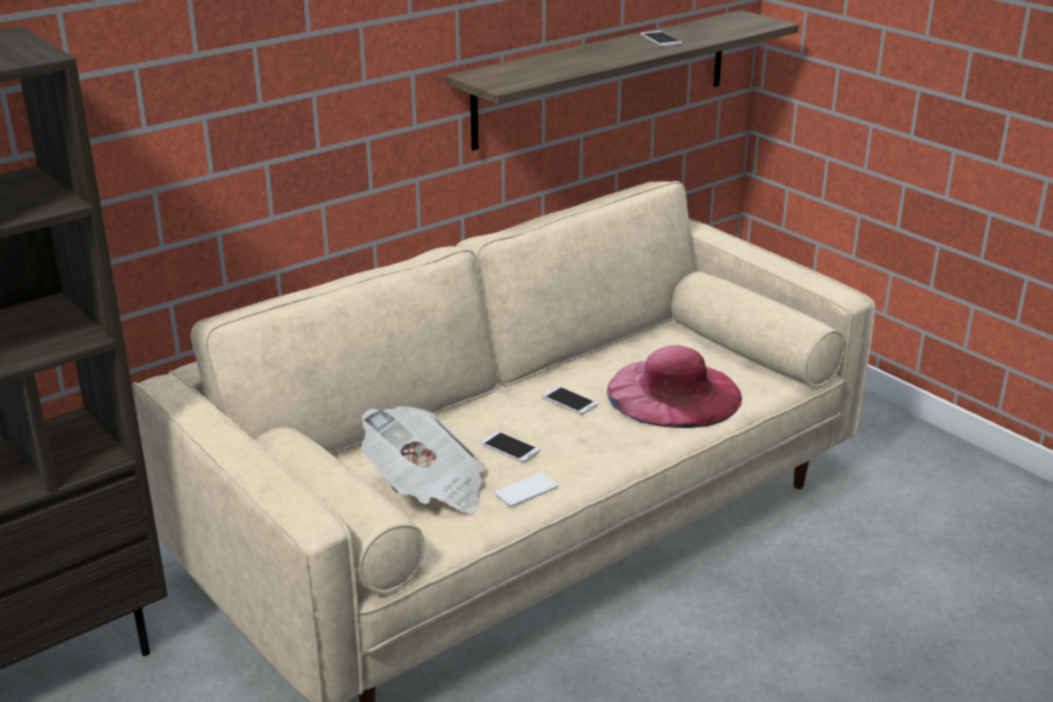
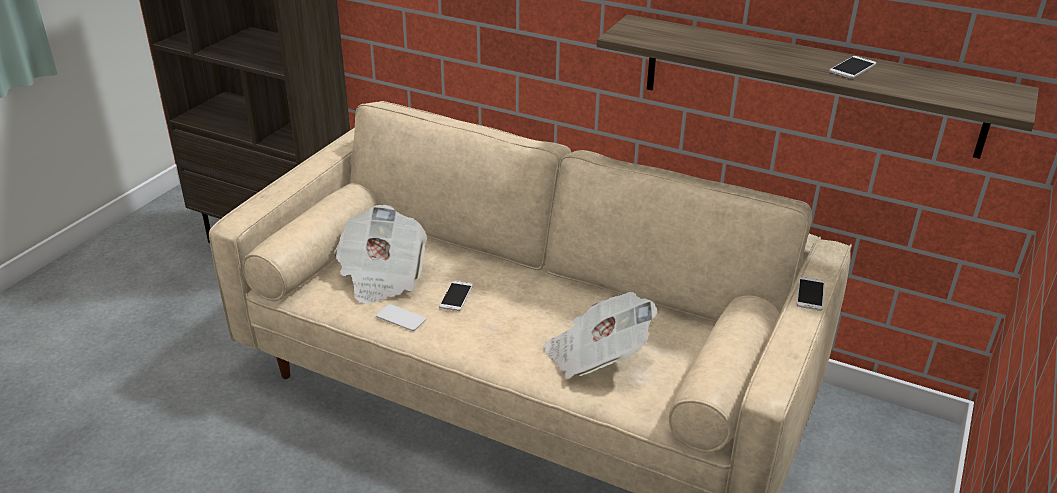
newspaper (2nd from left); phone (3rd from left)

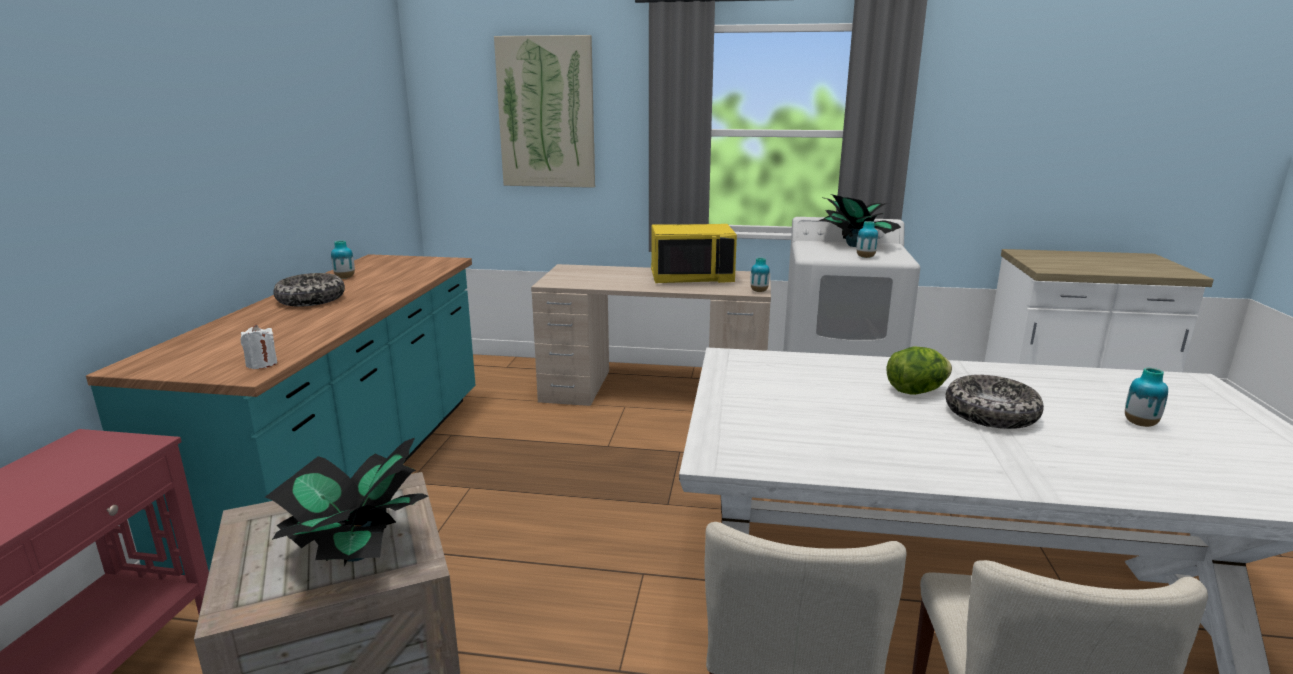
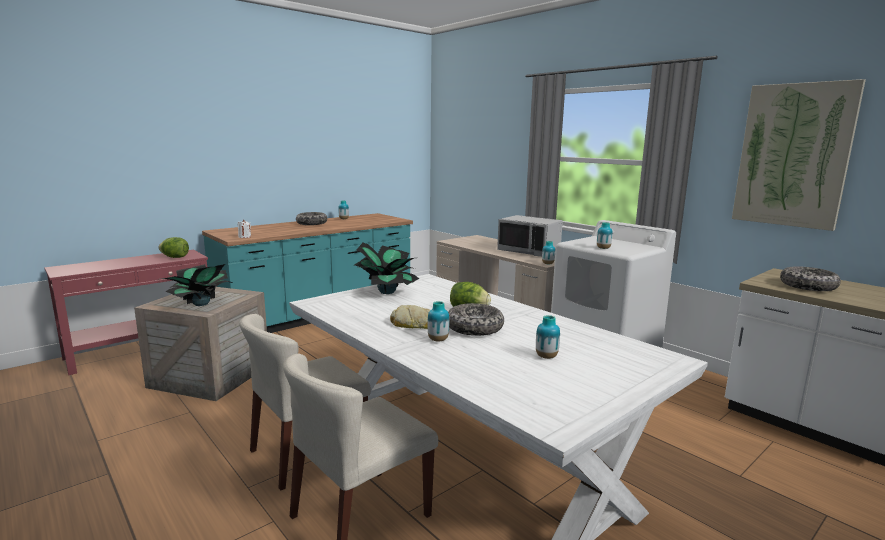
lettuce (1st from left); potted plant (2nd from left); bread; vase (2nd from left); grey microwave; picture; bowl (3rd from left)

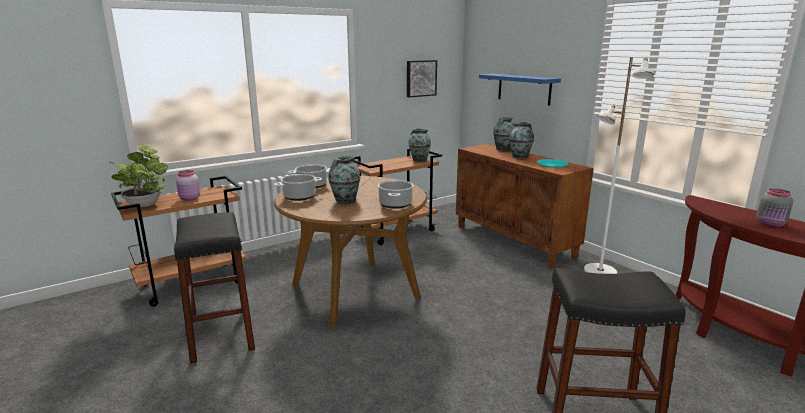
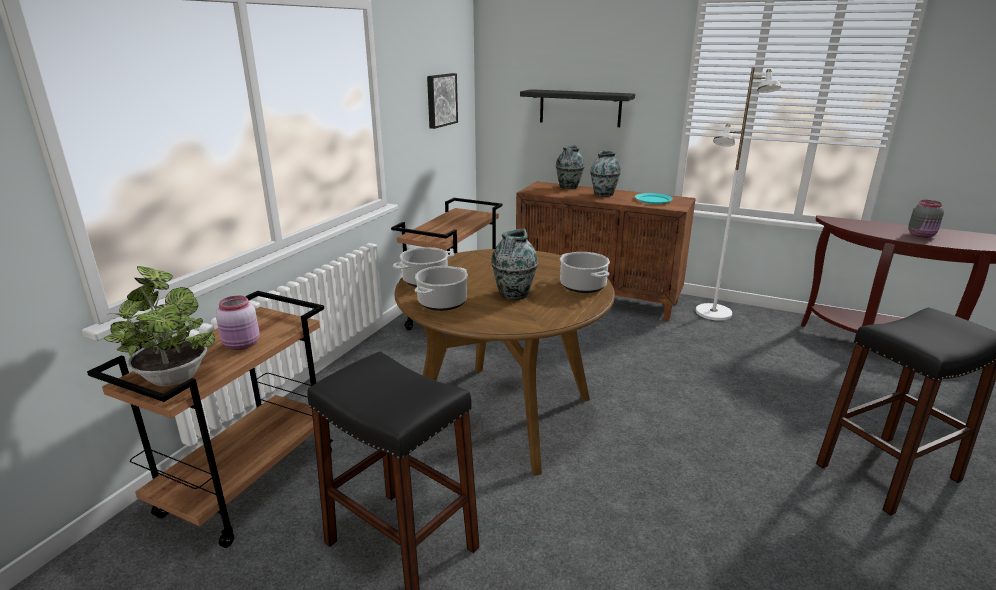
black shelf; vase (2nd from left in the first image)

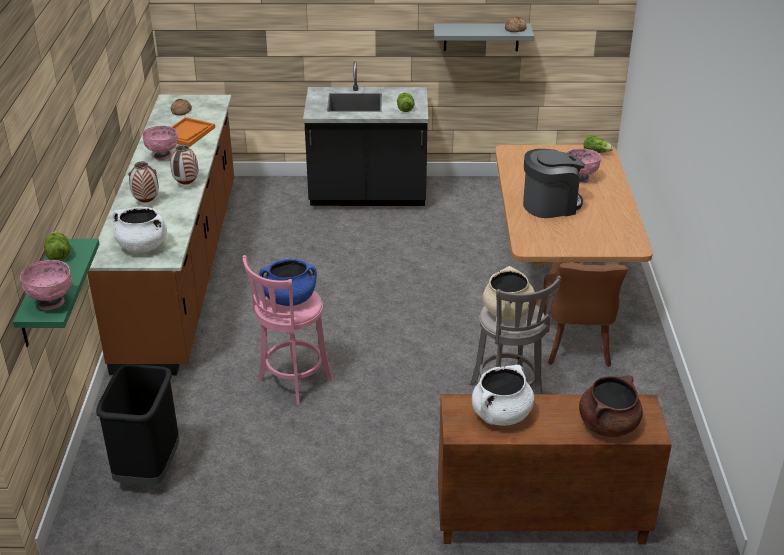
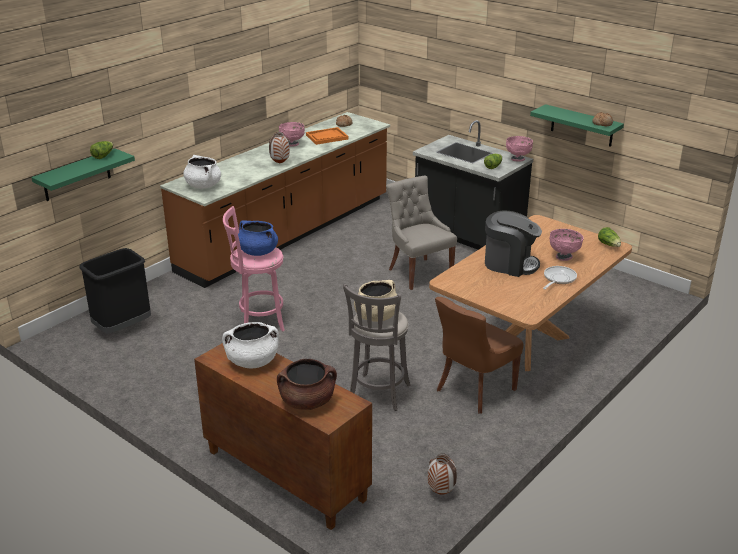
grey chair; vase (2nd from left); pink bowl (2nd from left); green shelf (2nd from left); frying pan

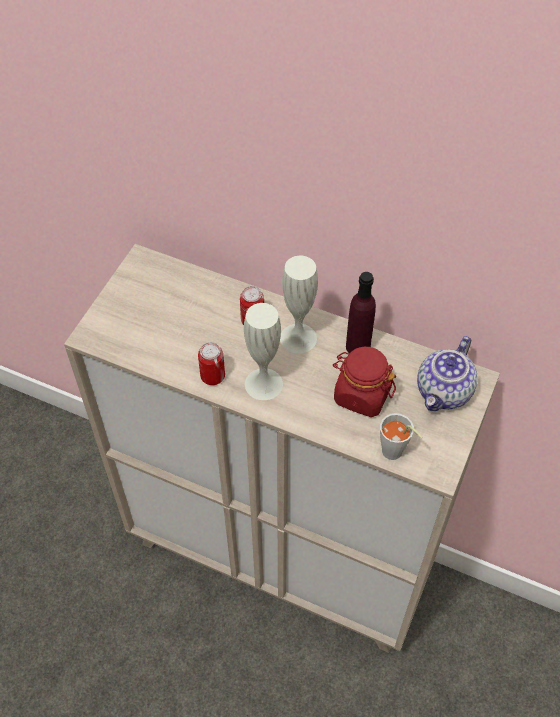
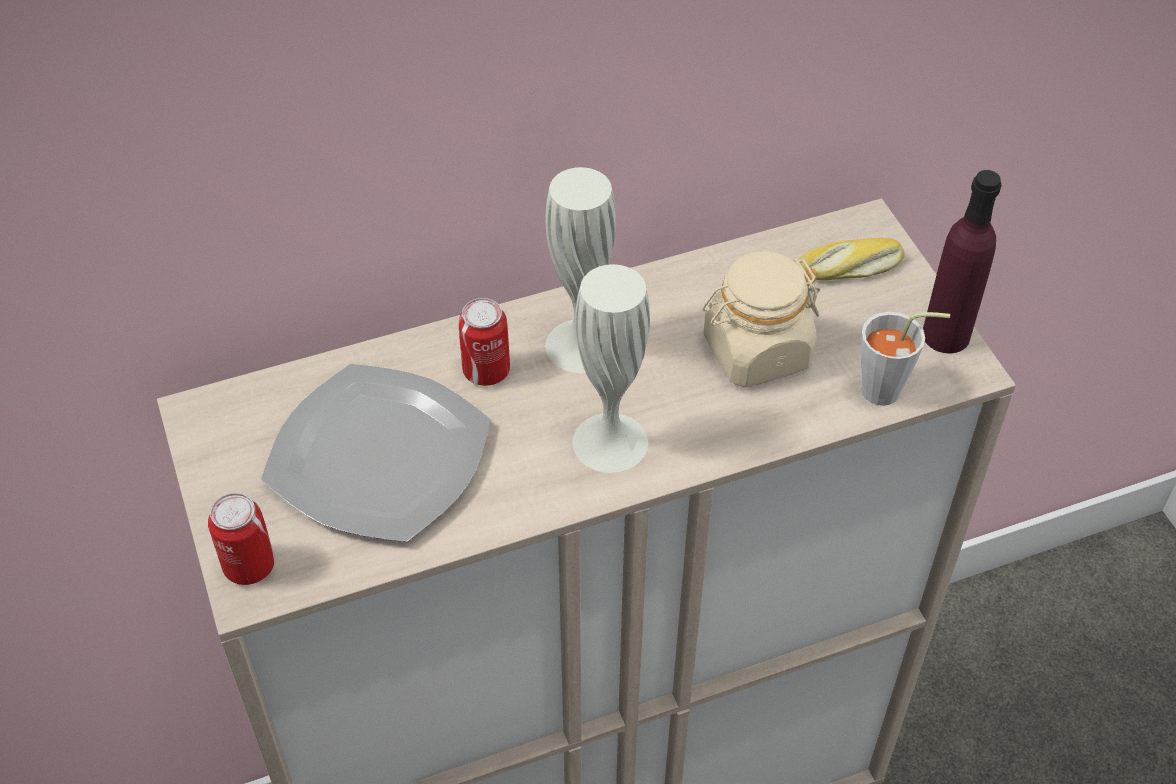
can (1st from left); plate; beige jar; bread; purple bottle

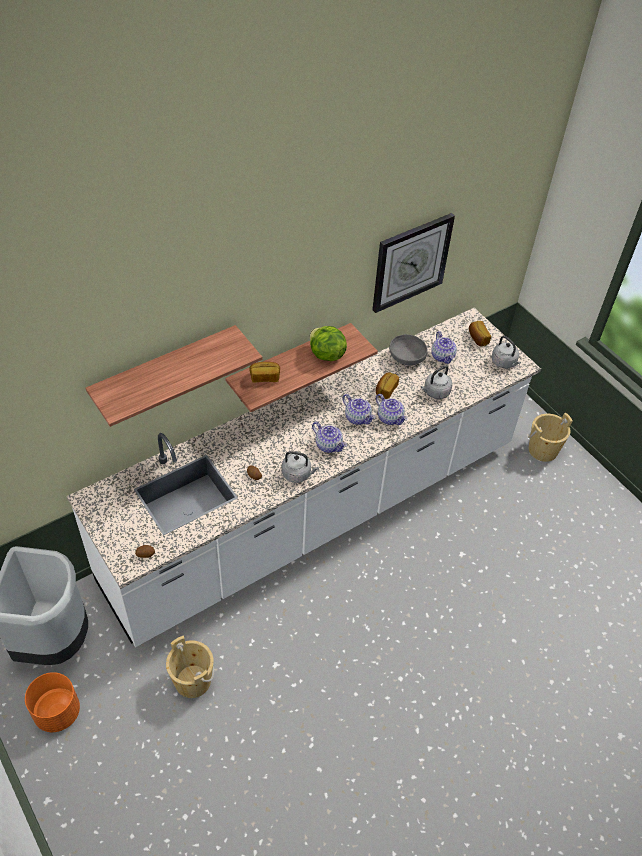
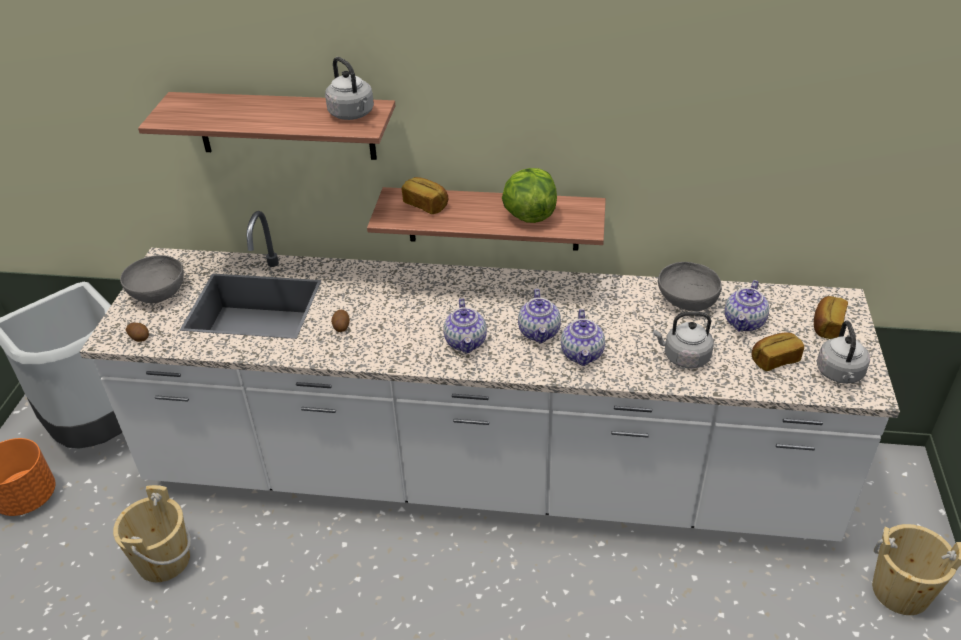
grey bowl (1st from left); grey kettle (1st from left); bread (2nd from left); wall clock

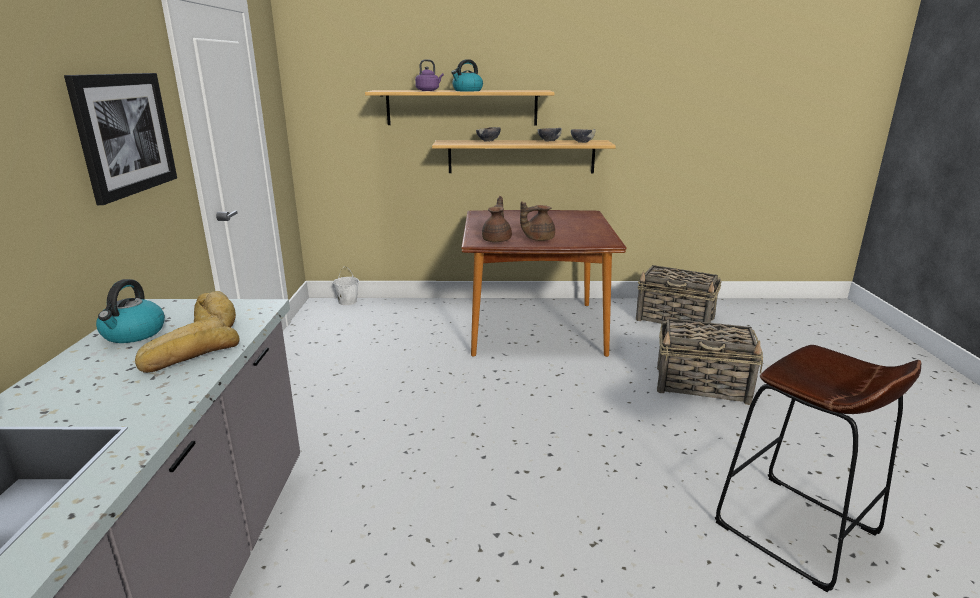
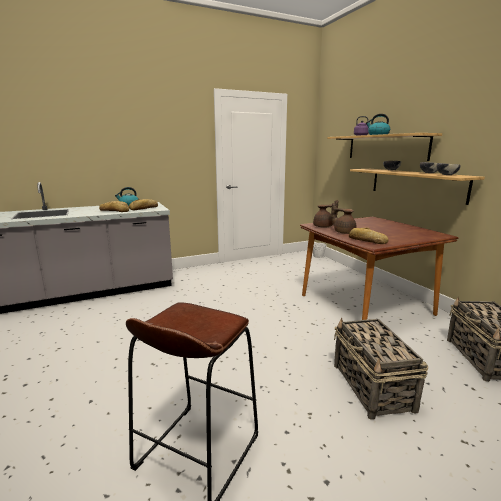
bread (3rd from left); picture

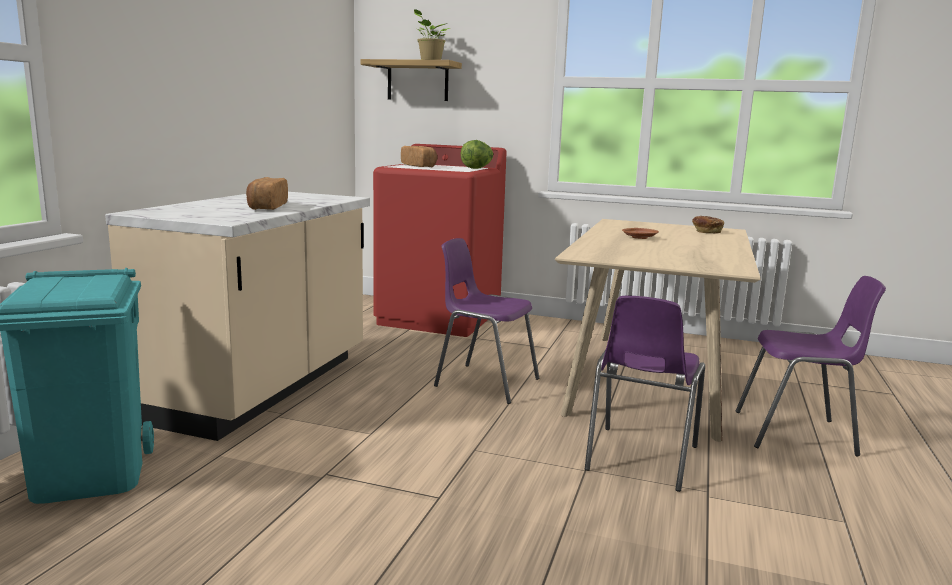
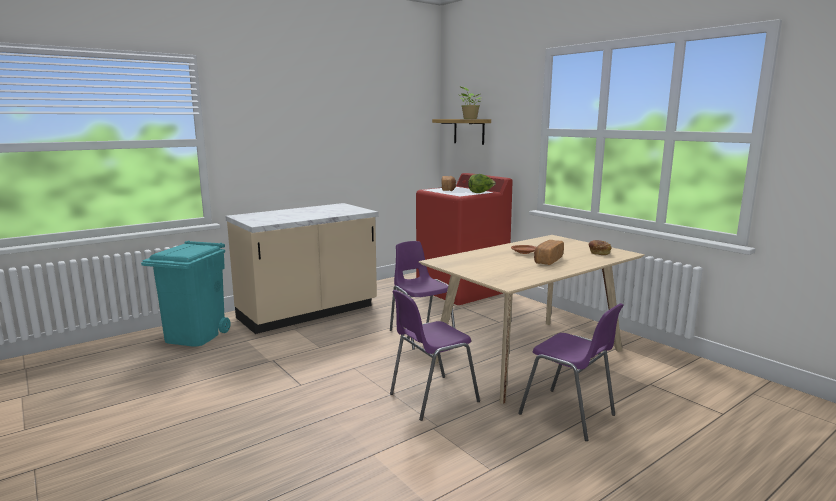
bread (2nd from left)

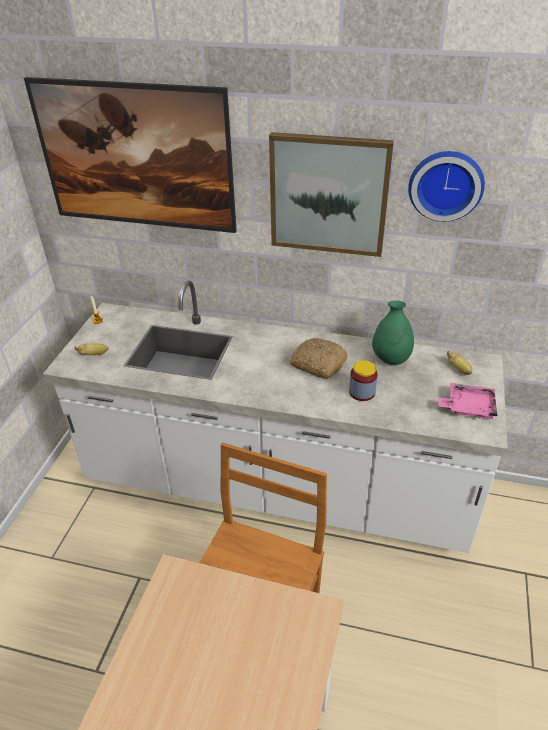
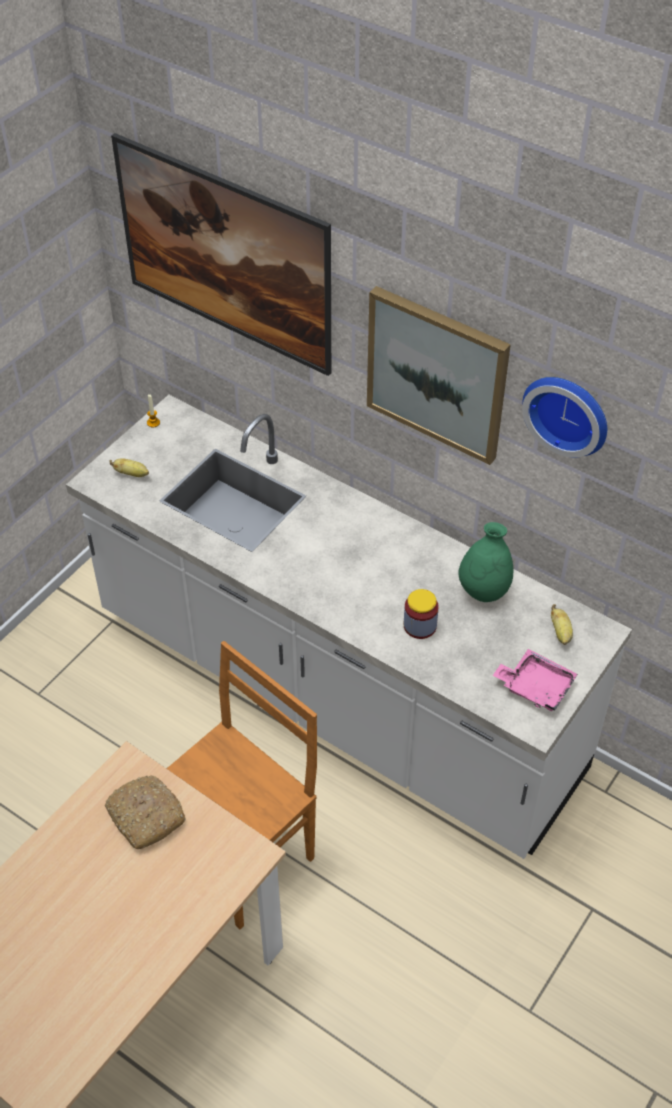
bread

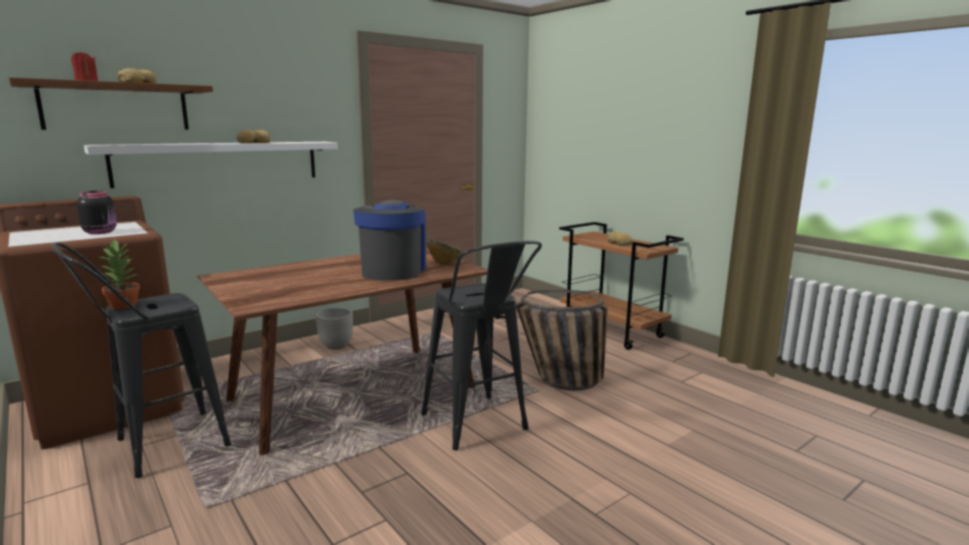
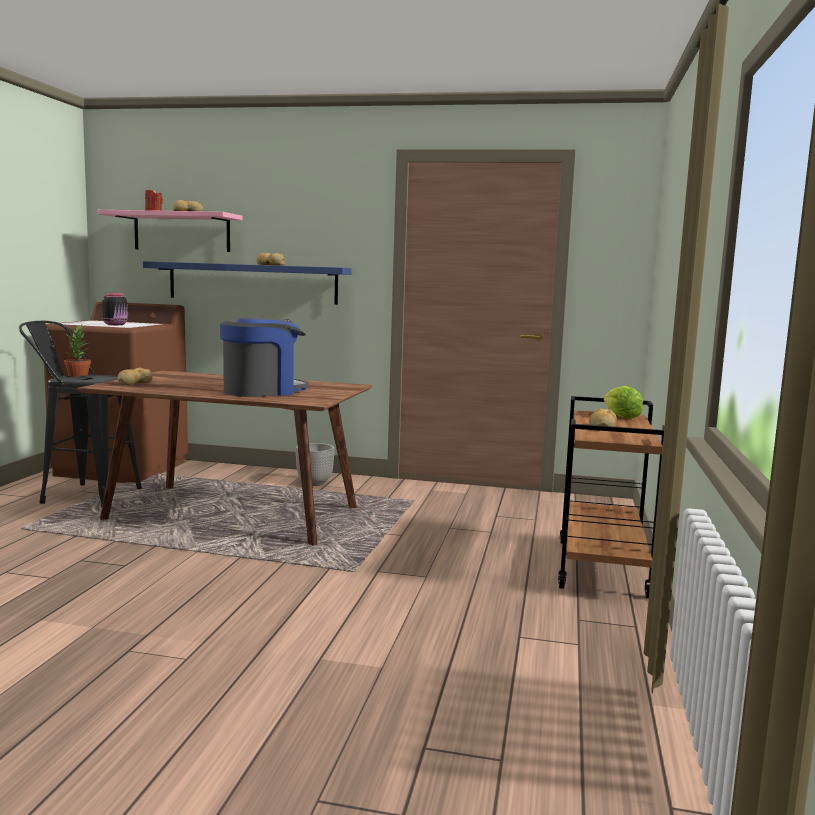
pink shelf; bread (1st from left); blue shelf; lettuce; black stool (2nd from left in the first image); bowl; basket

